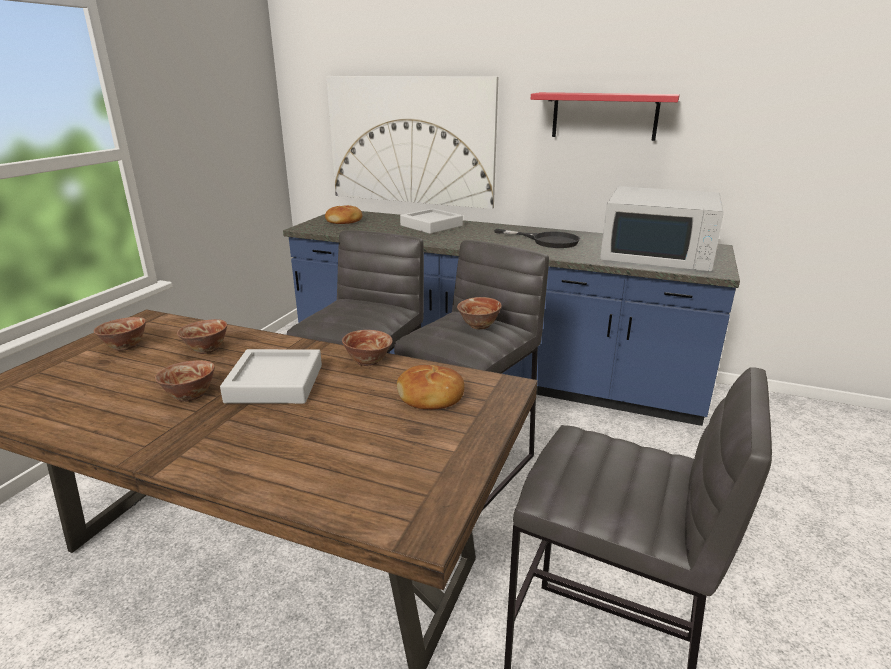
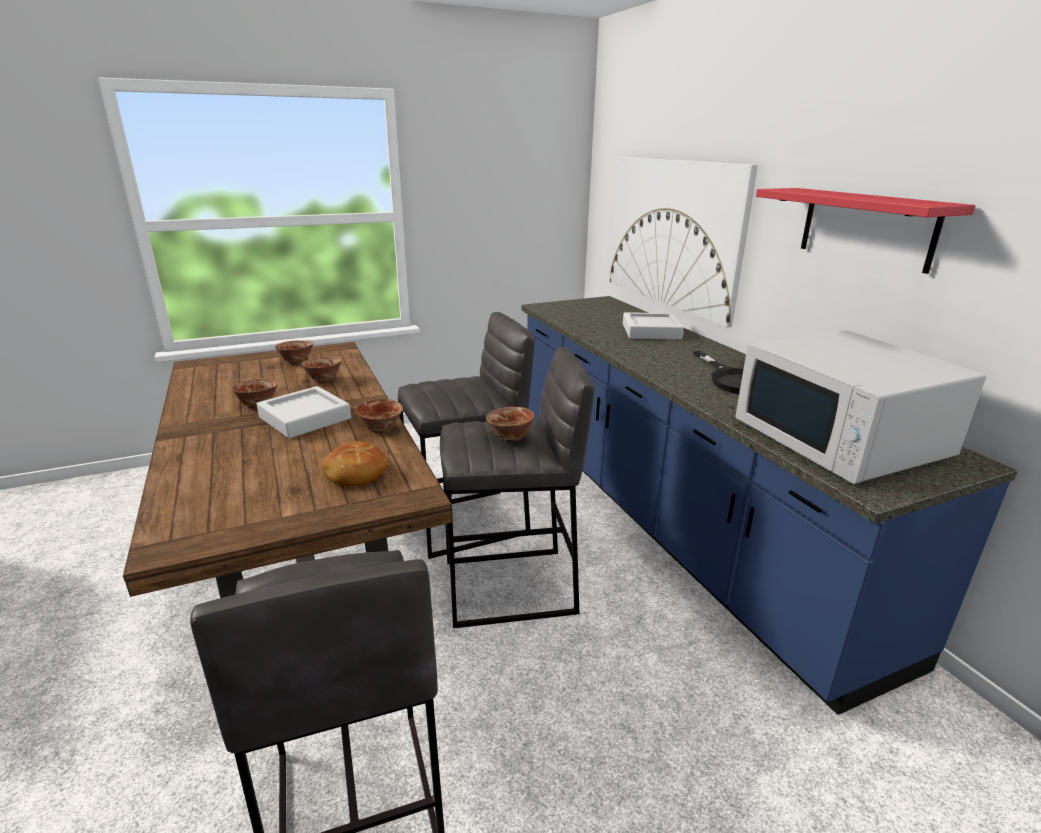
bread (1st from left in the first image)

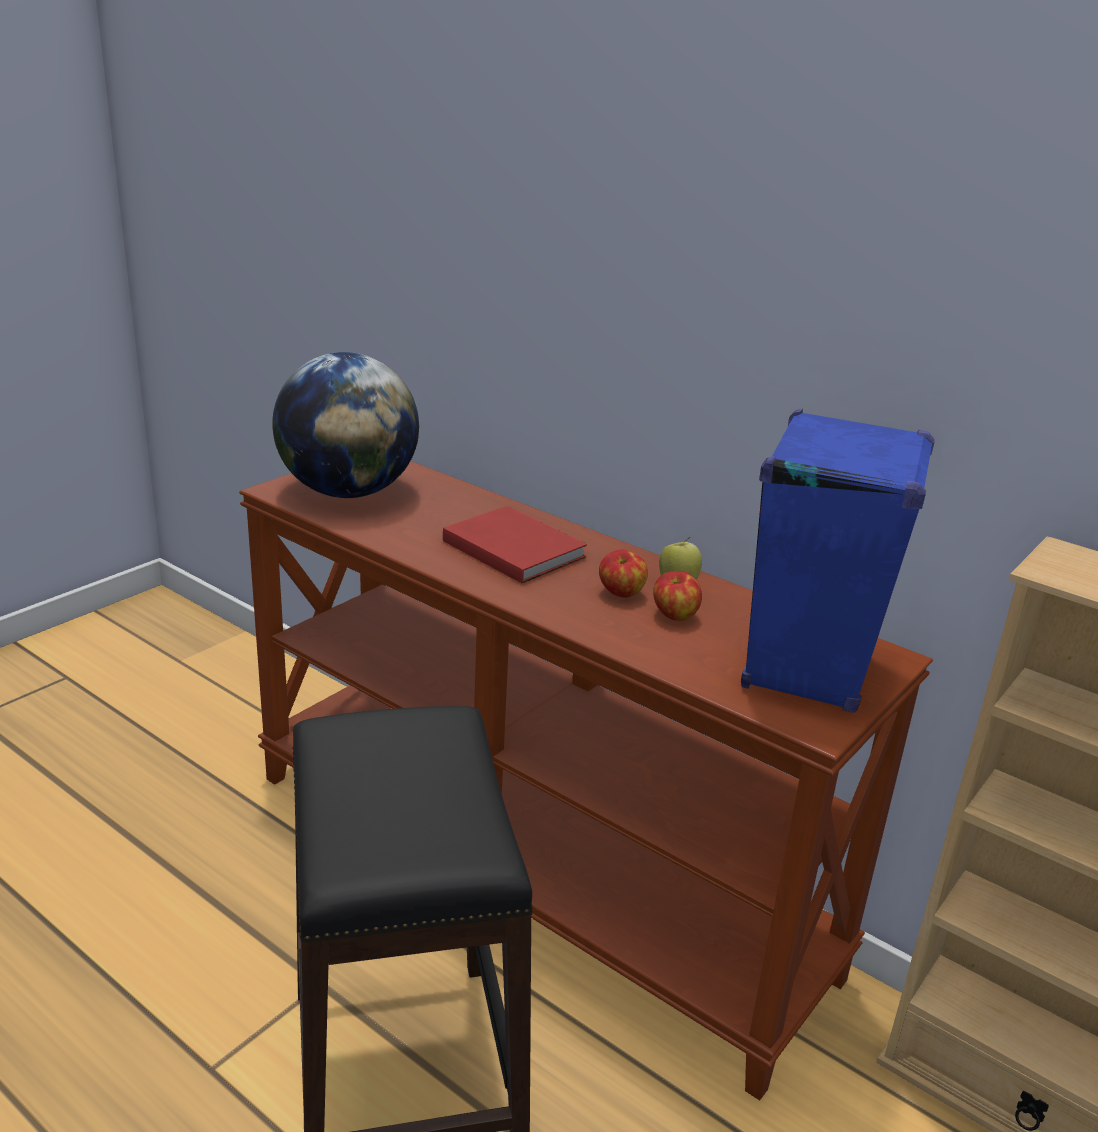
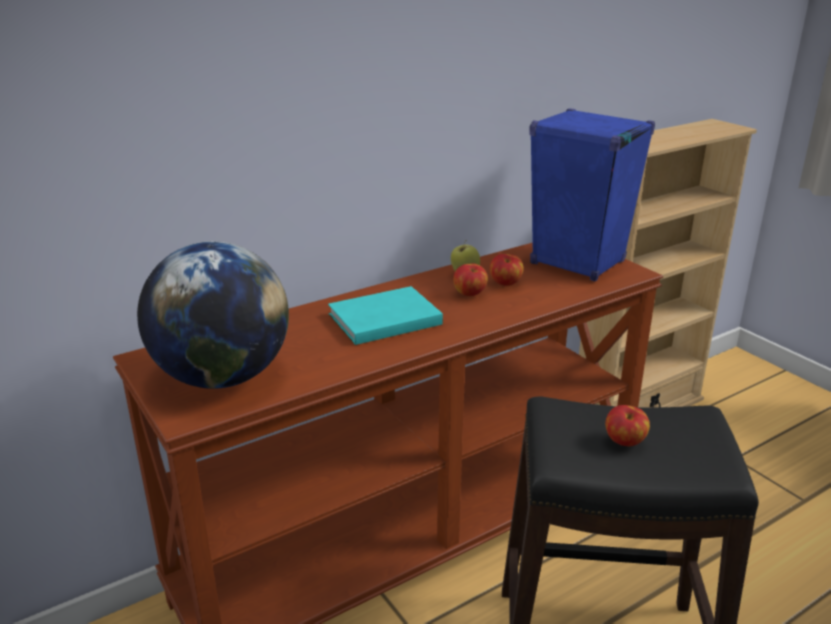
turquoise book; apple (4th from left)

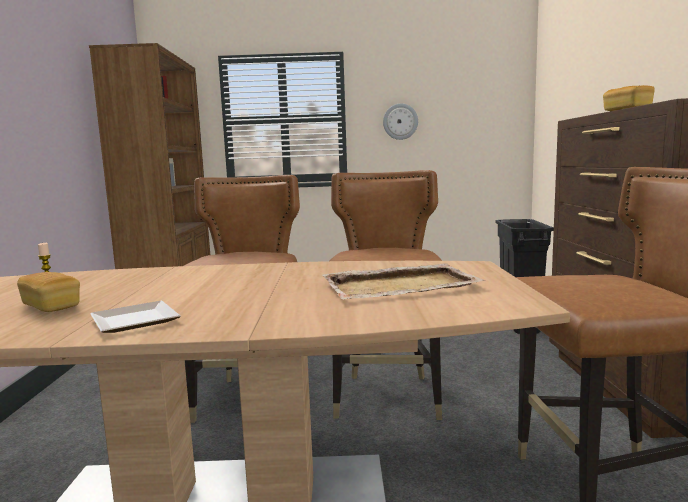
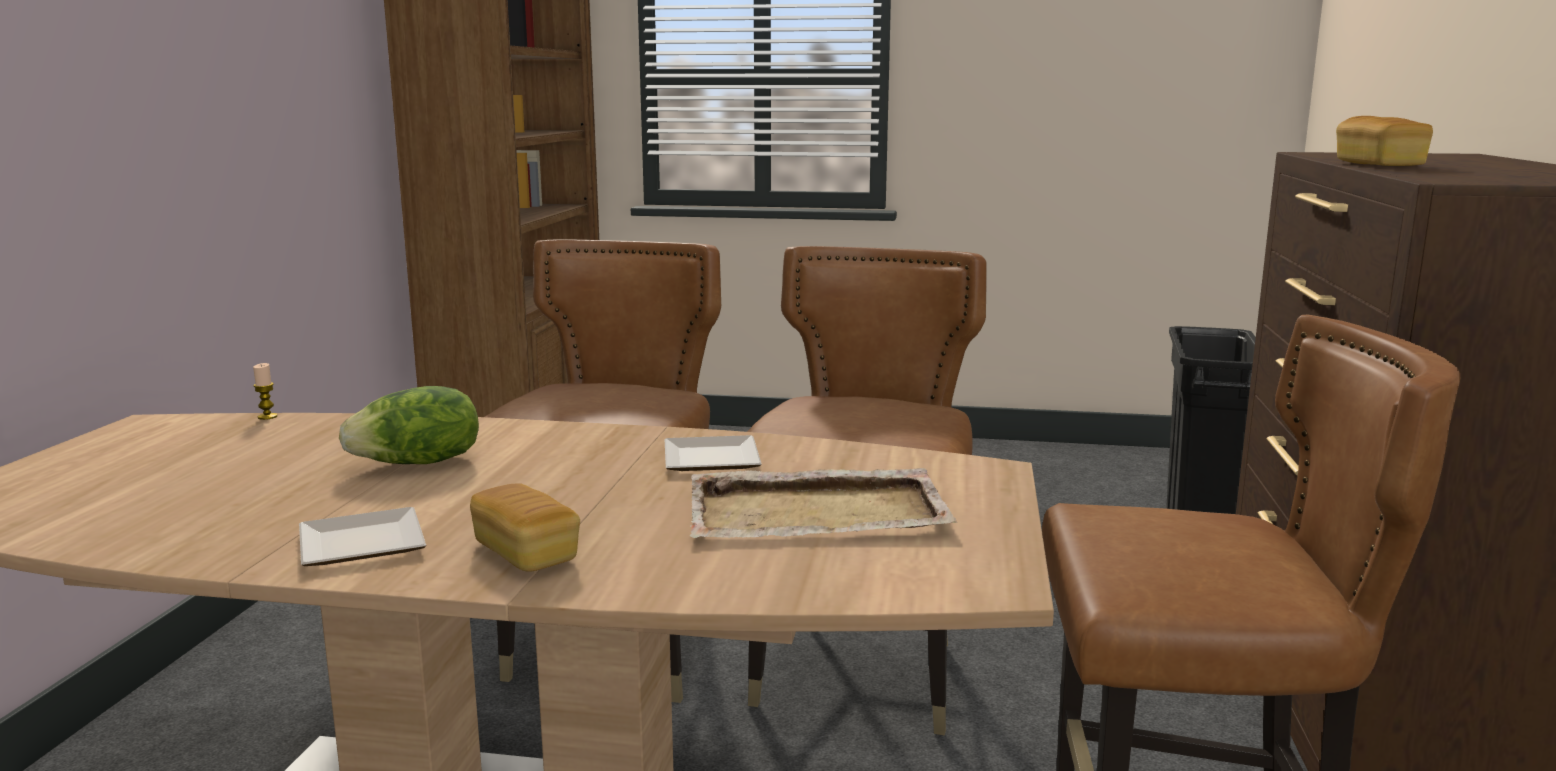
lettuce; bread (1st from left); plate (2nd from left); wall clock

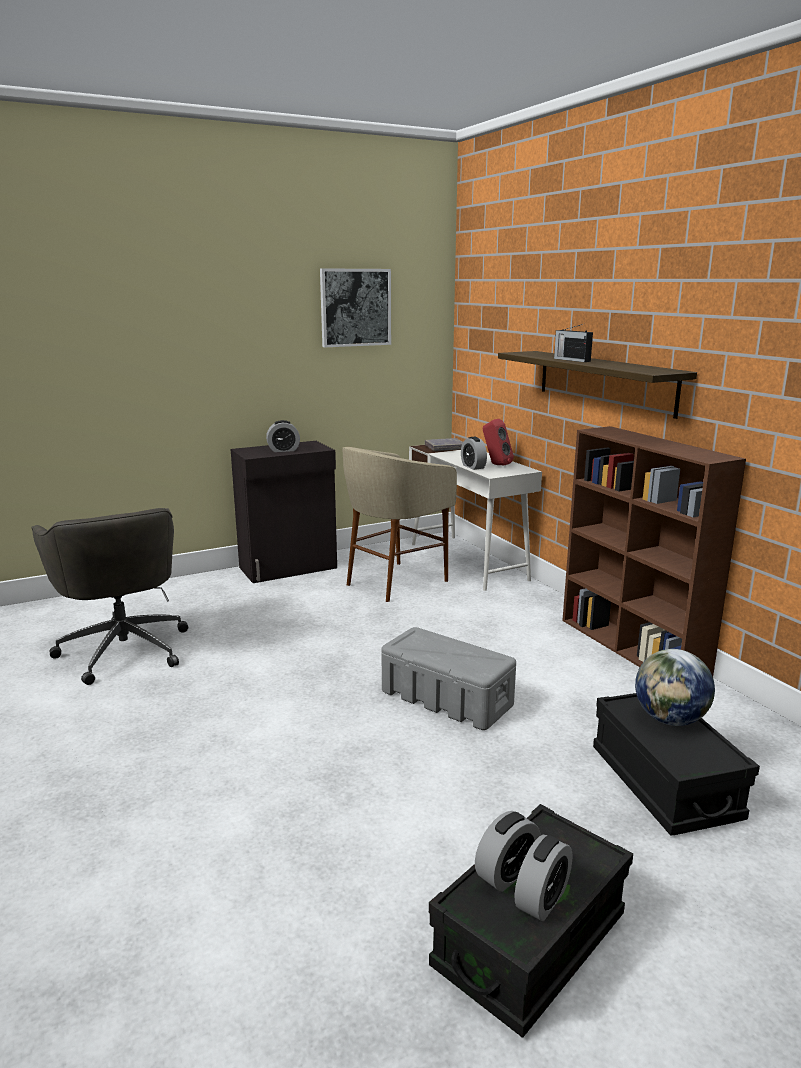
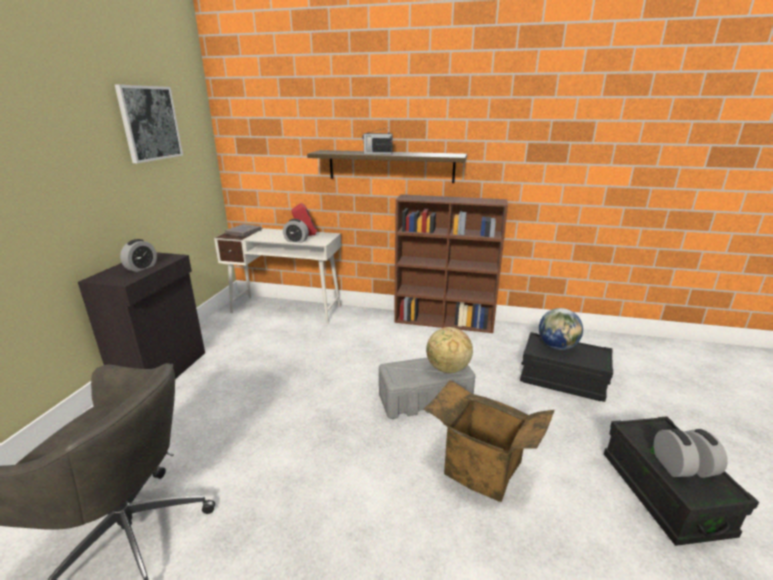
cardboard box; globe (1st from left); beige stool

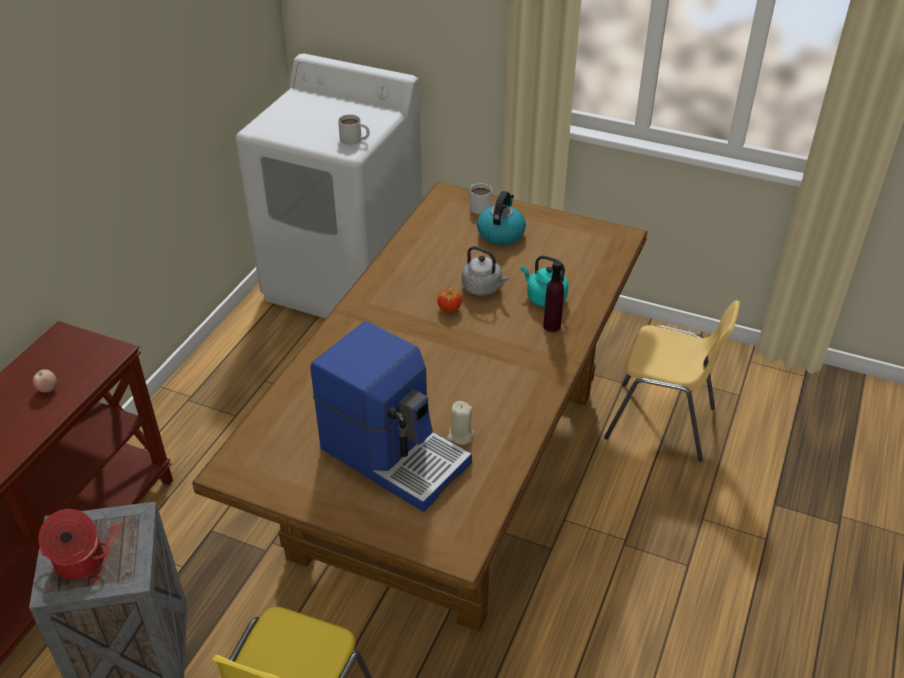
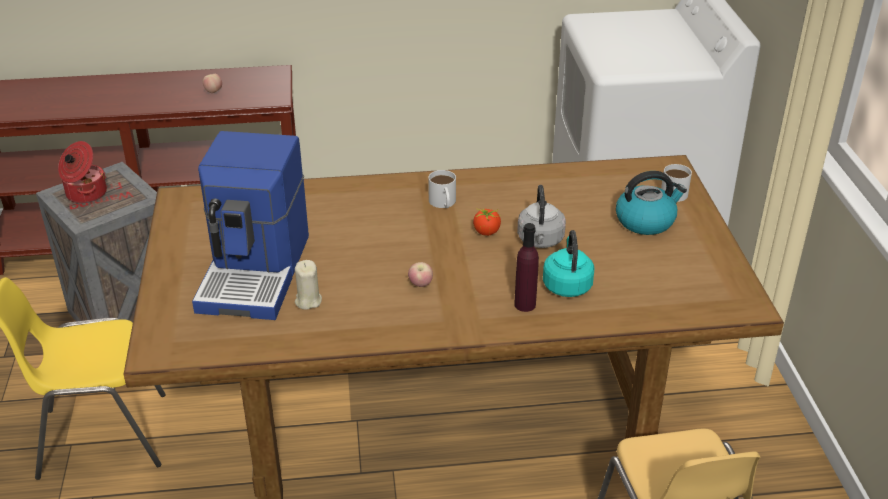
apple (2nd from left); white mug (1st from left)

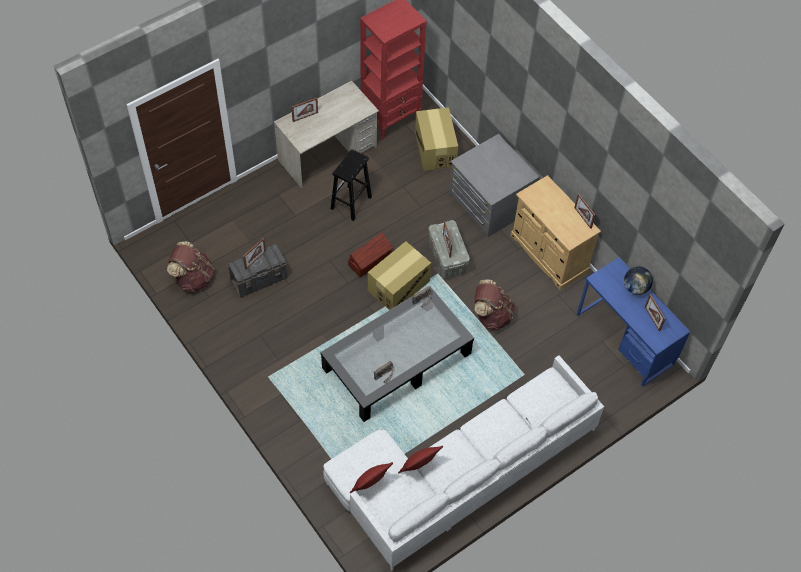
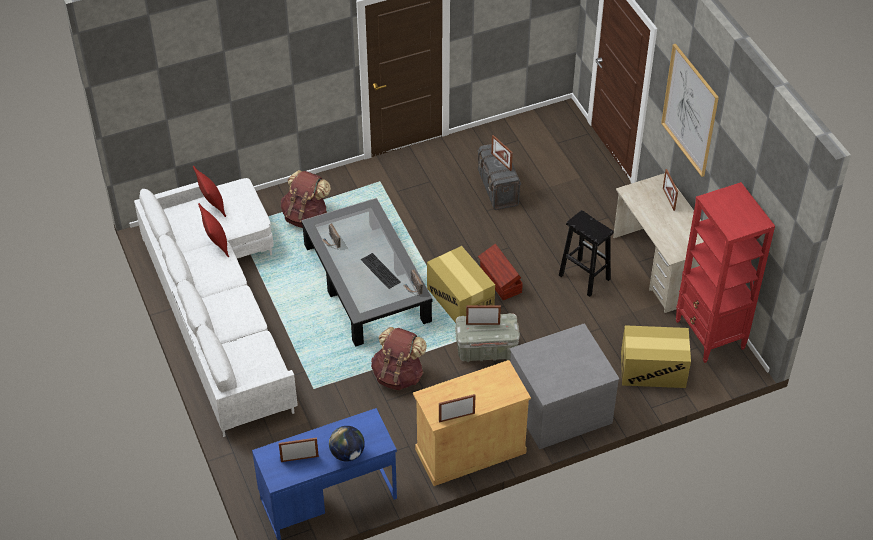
brown backpack (1st from left); keyboard; picture

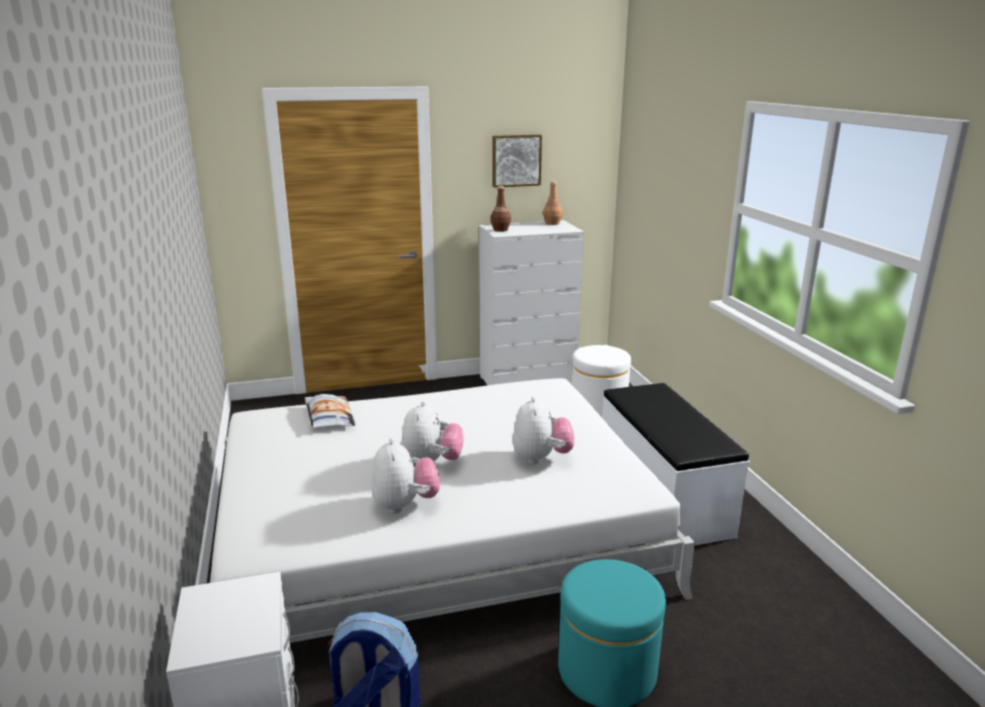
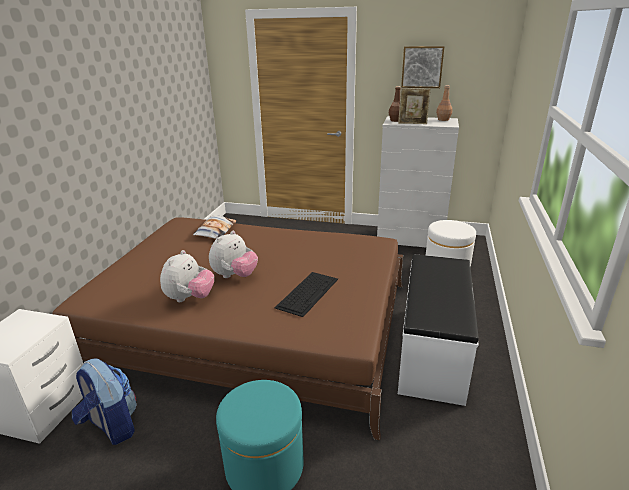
brown bed; keyboard; picture frame

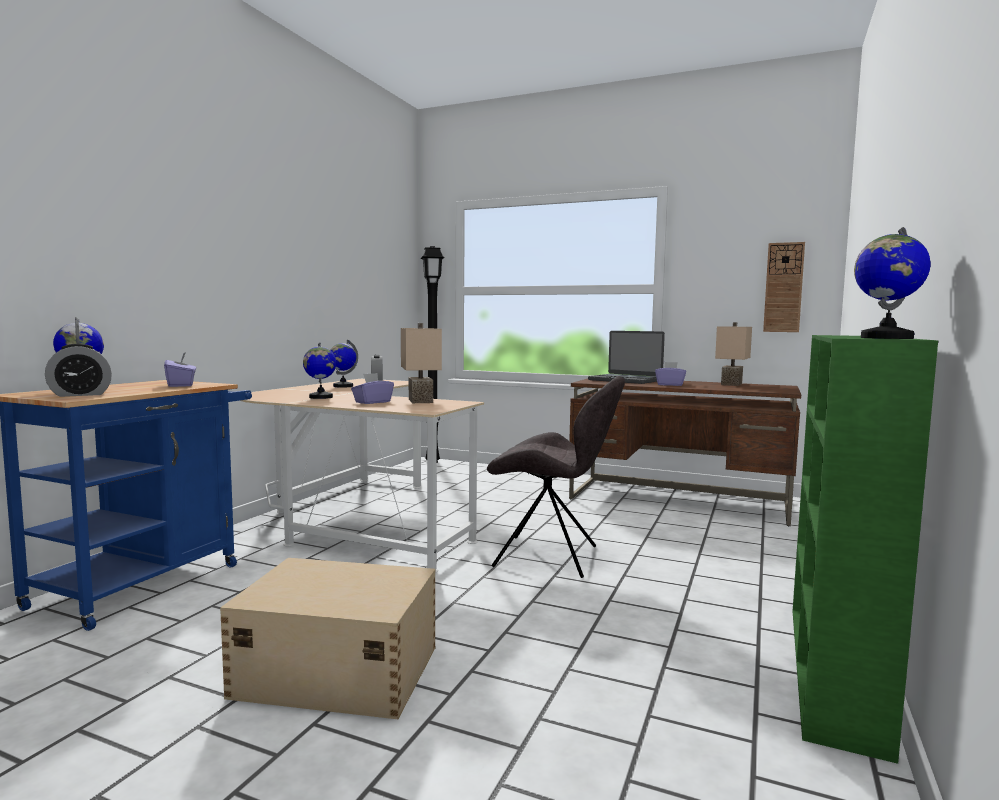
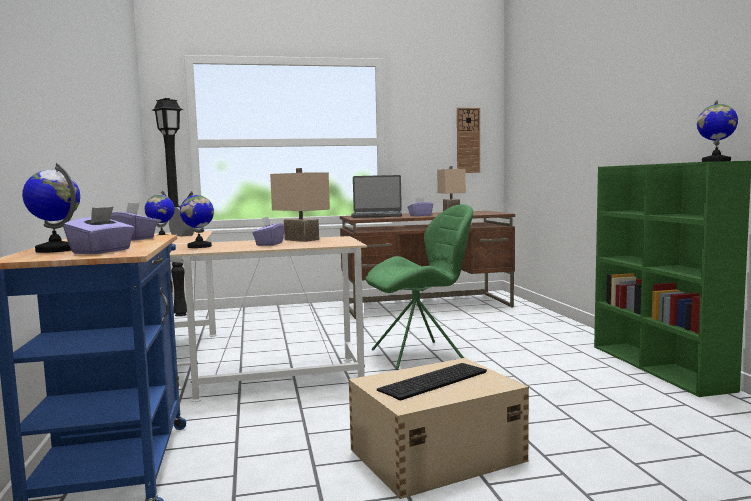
purple tissue box (1st from left); green chair; keyboard

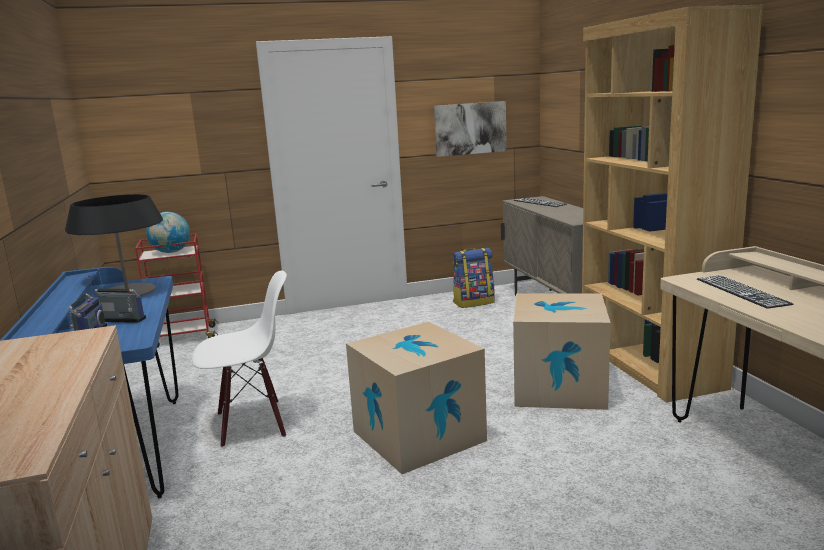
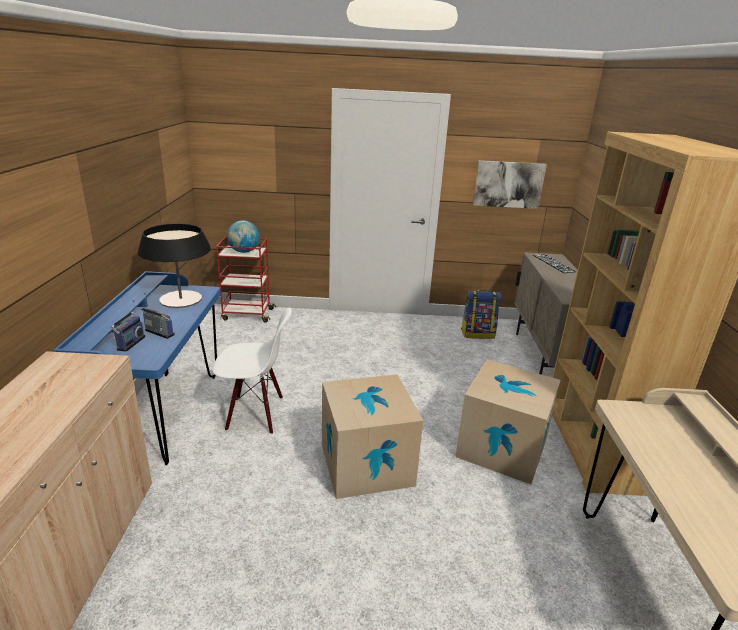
keyboard (2nd from left in the first image)

